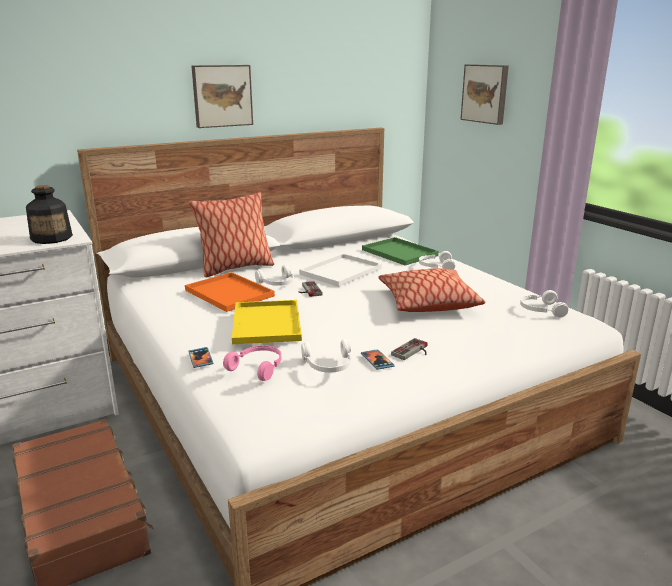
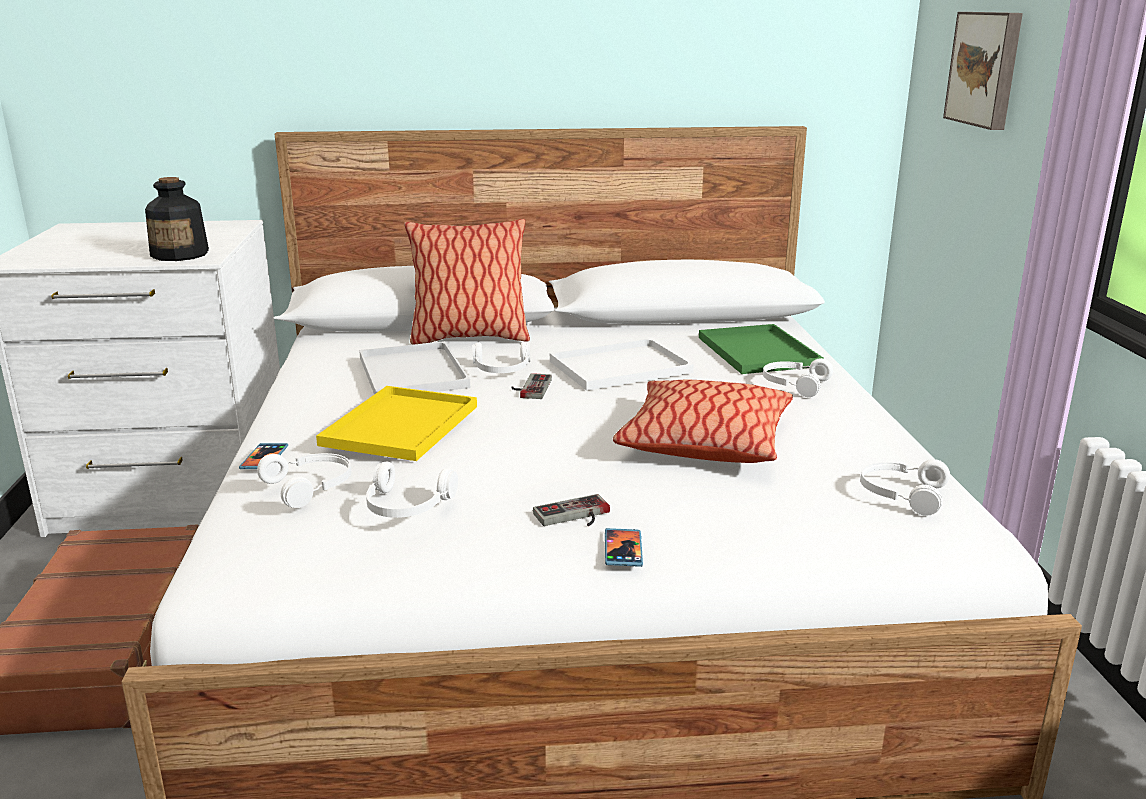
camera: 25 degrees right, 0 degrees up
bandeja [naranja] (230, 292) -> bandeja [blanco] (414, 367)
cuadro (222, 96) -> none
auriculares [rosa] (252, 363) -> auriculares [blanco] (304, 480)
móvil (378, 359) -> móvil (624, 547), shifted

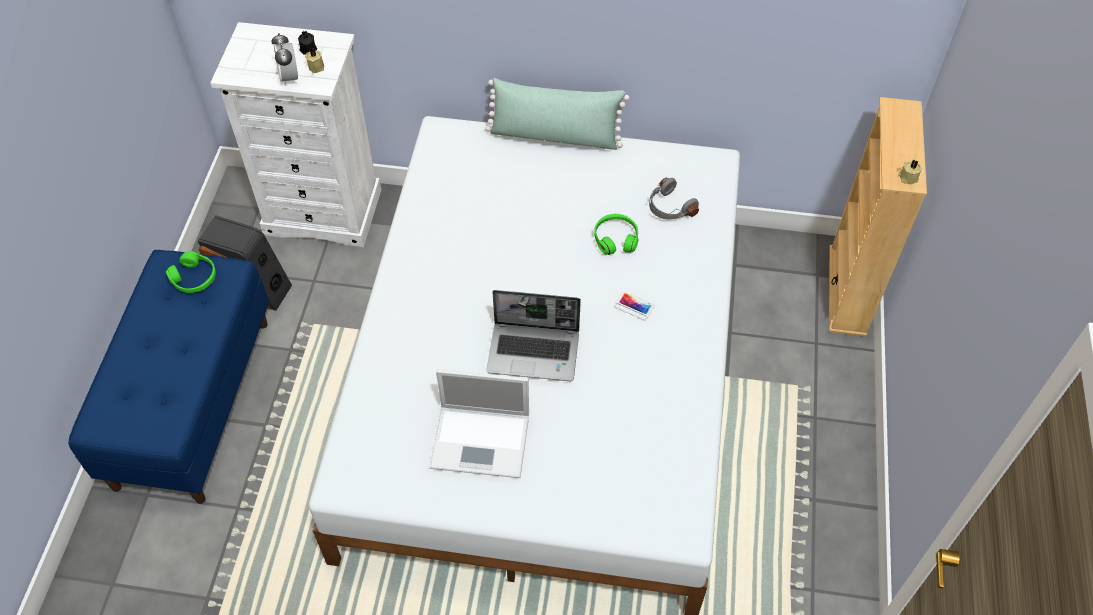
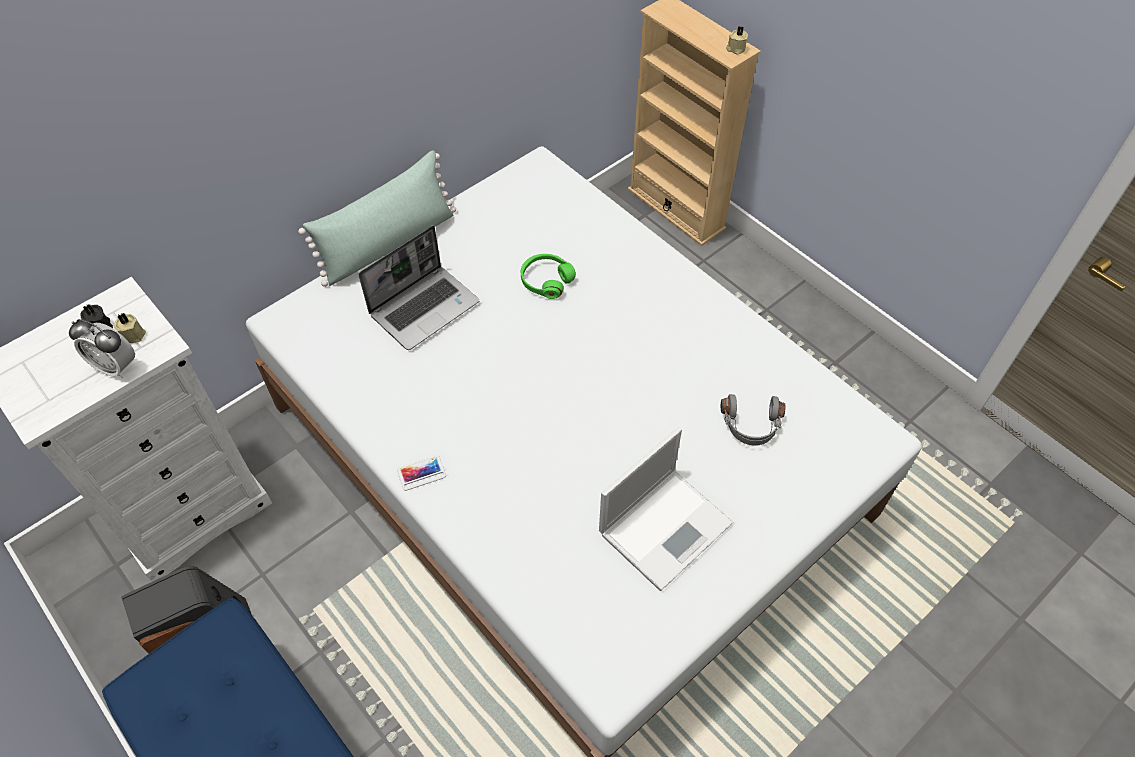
camera: 50 degrees left, 0 degrees up
auriculares [verde] (191, 272) -> none
portátil (533, 335) -> portátil (418, 287), shifted
móvil (634, 305) -> móvil (421, 473), shifted
auriculares [gris] (674, 199) -> auriculares [gris] (753, 420), shifted

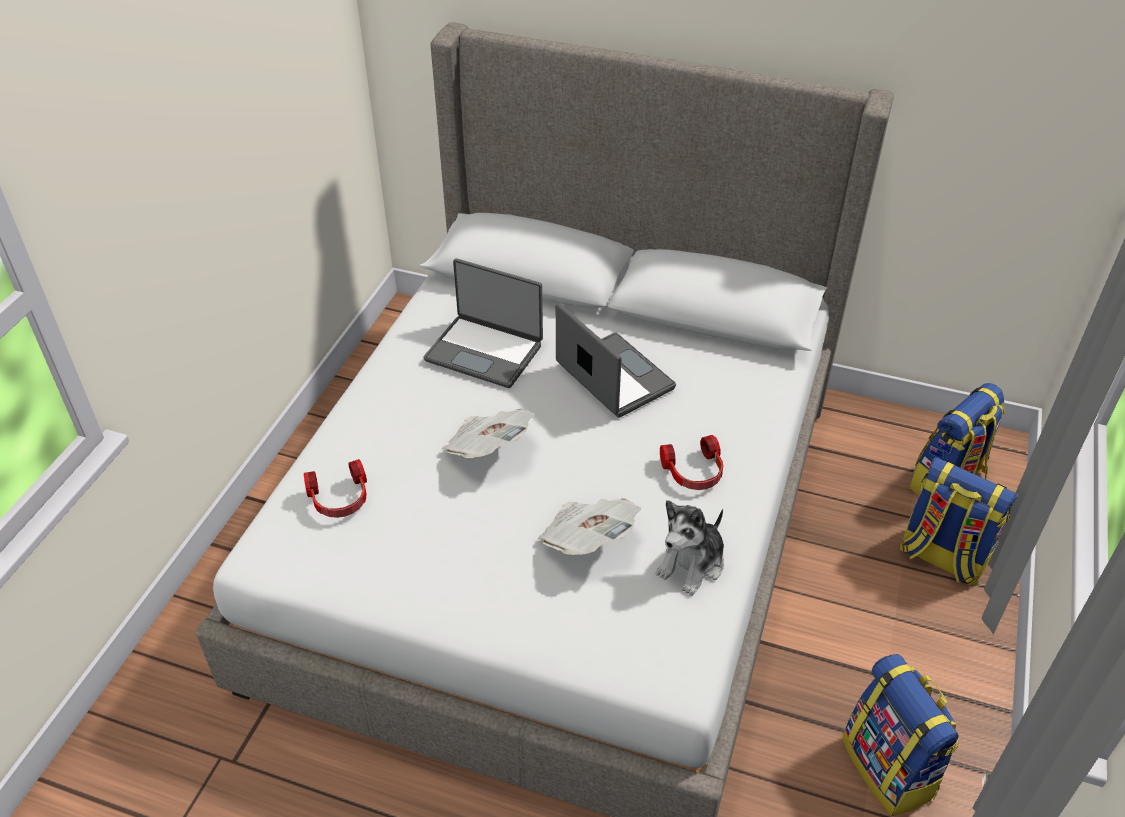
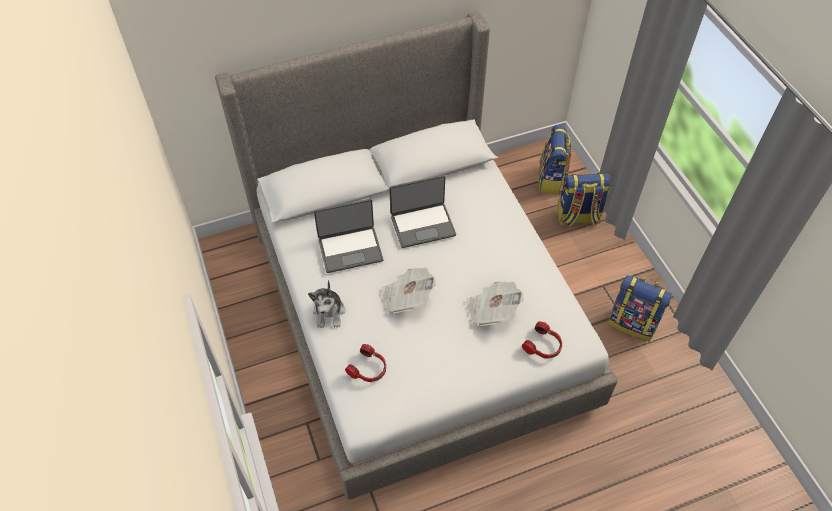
camera: 40 degrees left, 10 degrees up
portátil (616, 360) -> portátil (422, 211), 150 degrees clockwise
peluche (690, 548) -> peluche (326, 304), shifted
auriculares (691, 462) -> auriculares (542, 340), shifted

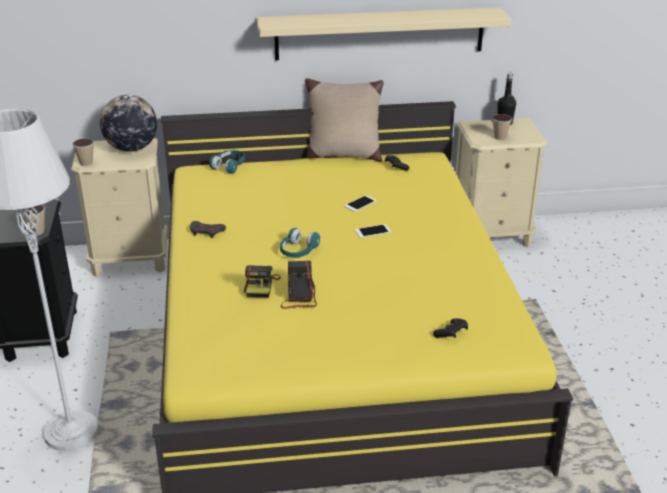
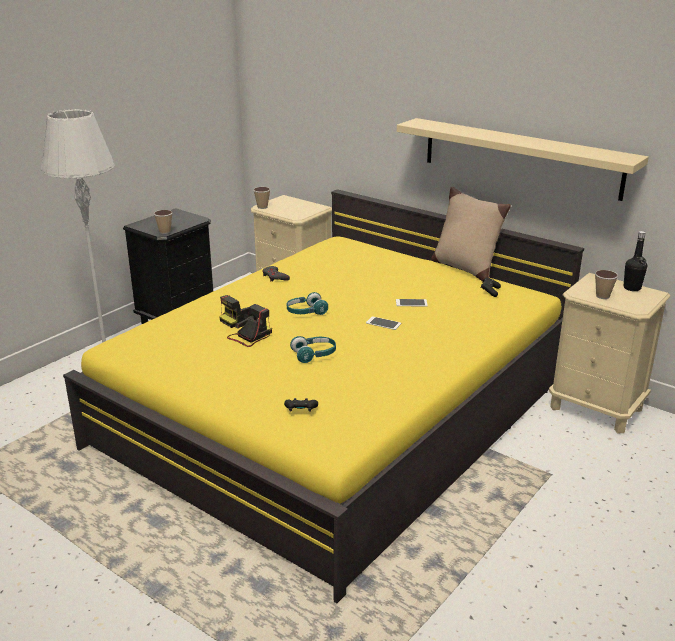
camera: 45 degrees right, 5 degrees down
globo terráqueo (128, 123) -> none
auriculares [turquesa] (227, 162) -> auriculares [turquesa] (313, 349), shifted

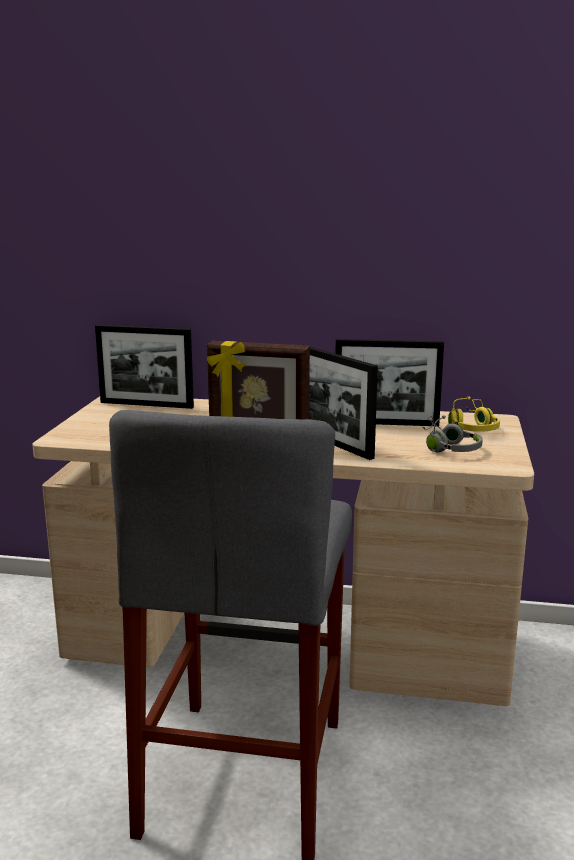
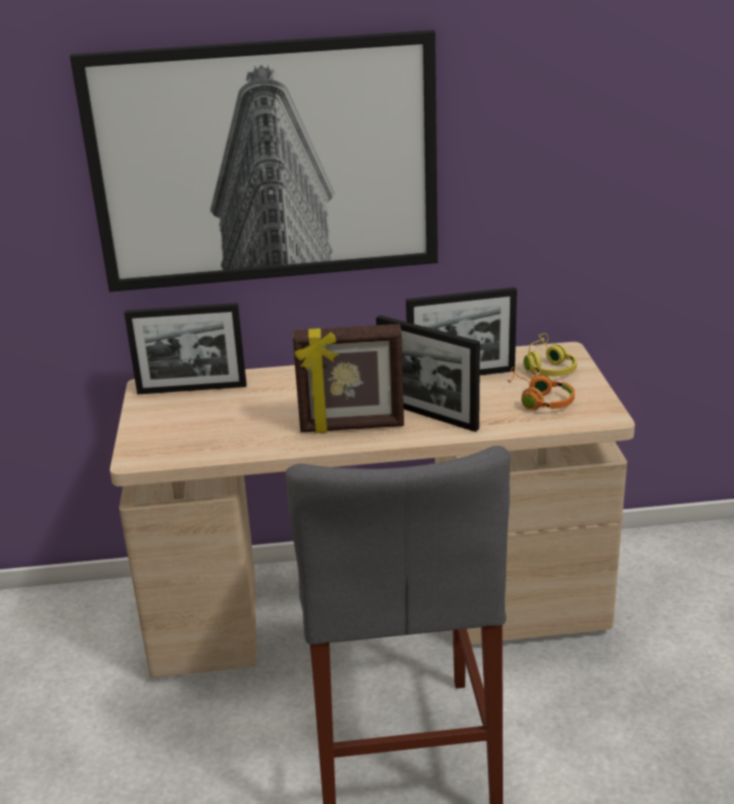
camera: 15 degrees left, 10 degrees up
auriculares [gris] (452, 433) -> auriculares [naranja] (541, 388)
none -> cuadro (254, 161)

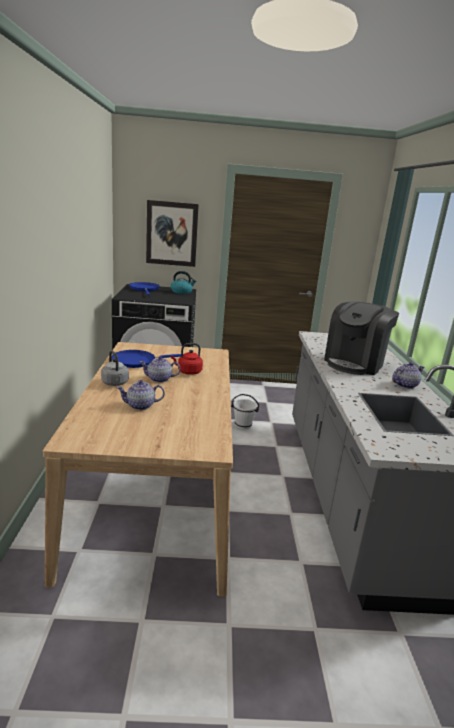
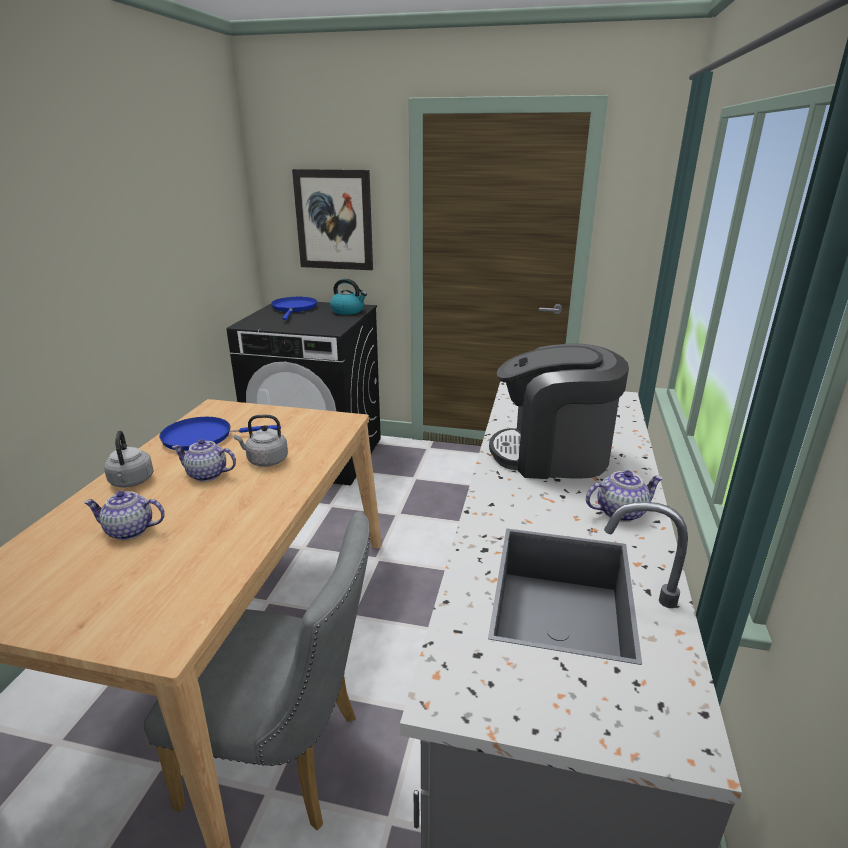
camera: 15 degrees right, 5 degrees up
hervidor [rojo] (187, 359) -> hervidor [gris] (261, 441)
cubo [blanco] (245, 412) -> none
cafetera (361, 338) -> cafetera (559, 411), 45 degrees clockwise
none -> silla [gris] (257, 671)

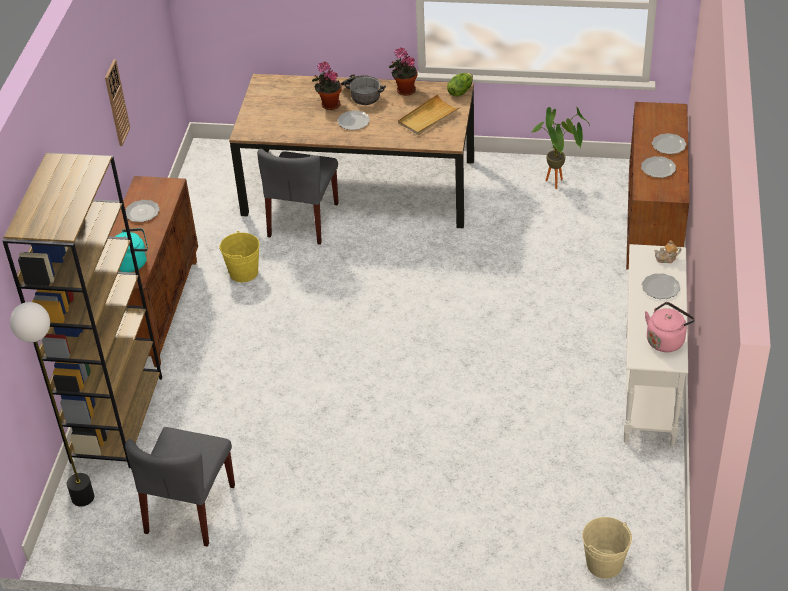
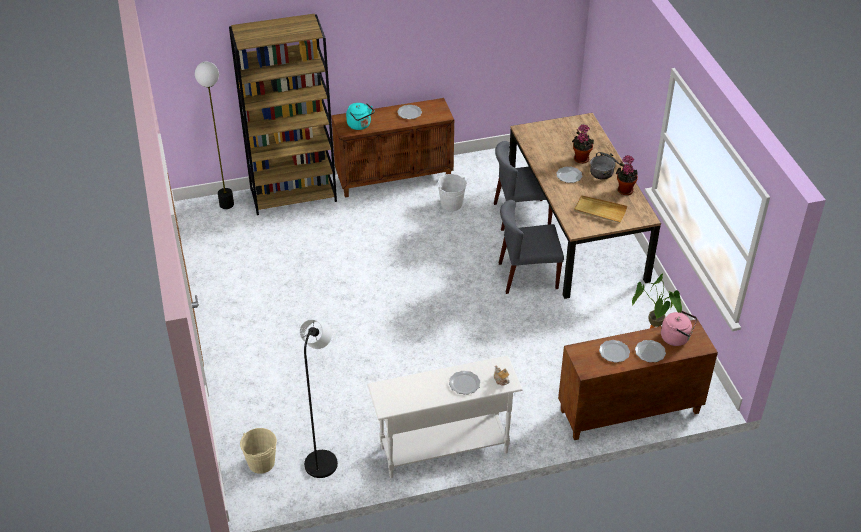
camera: 65 degrees right, 0 degrees up
reloj de pared (117, 102) -> none
silla [gris] (180, 487) -> silla [gris] (531, 247), shifted
cubo [amarillo] (239, 256) -> cubo [blanco] (452, 192)
lechuga (460, 84) -> none
hervidor [rosa] (670, 327) -> hervidor [rosa] (679, 328), shifted
none -> lámpara de pie [negro] (319, 399)

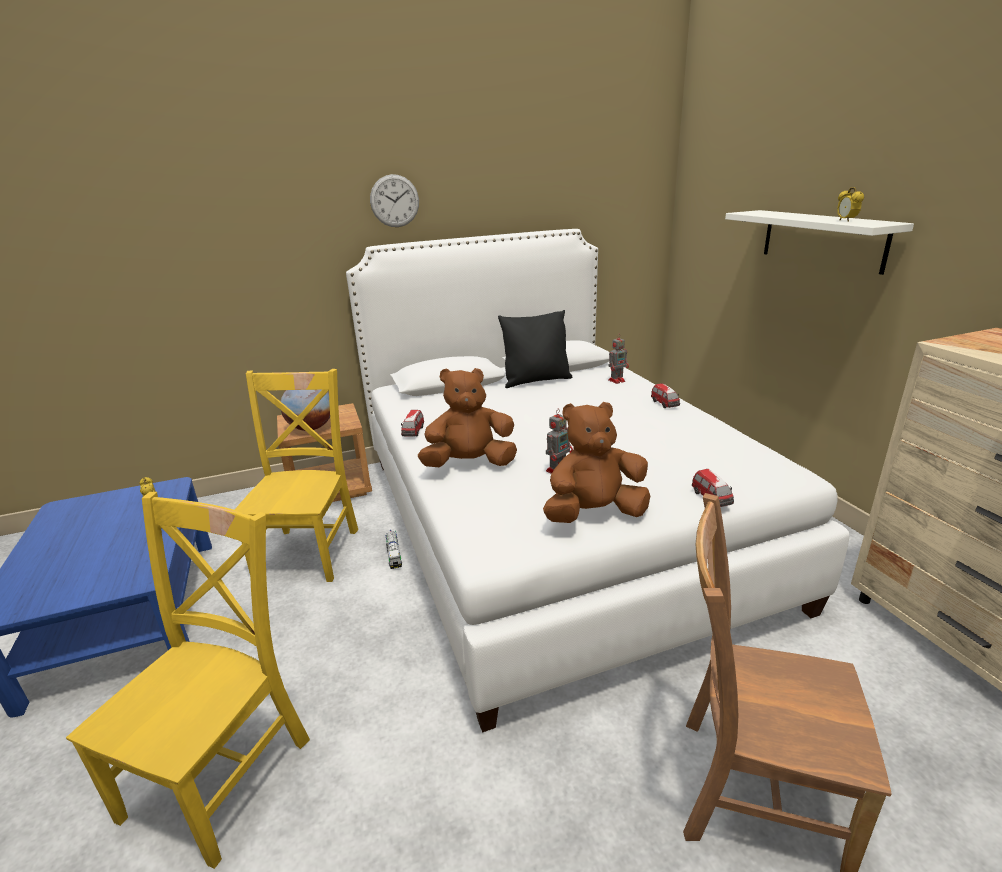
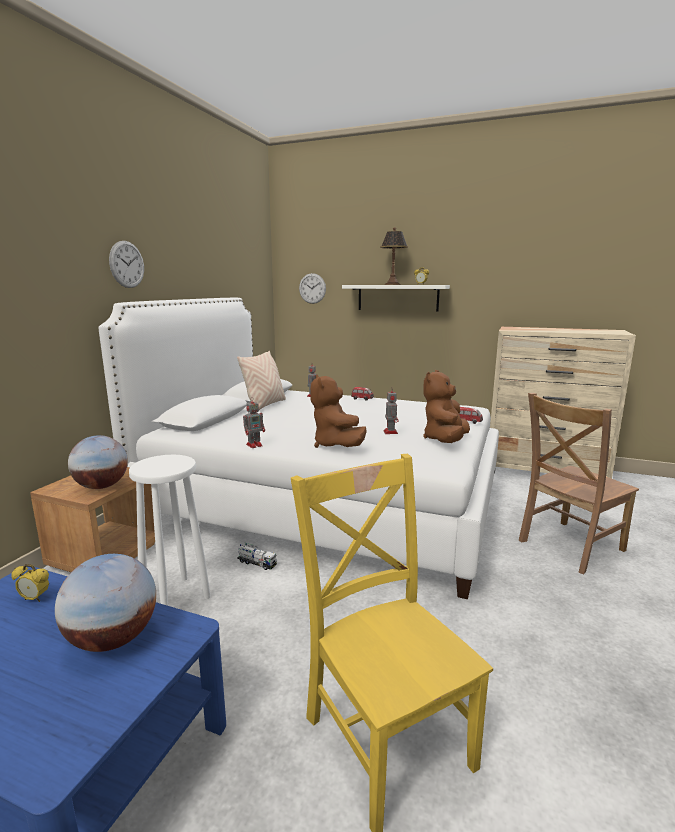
camera: 50 degrees left, 10 degrees down
silla [amarillo] (296, 475) -> taburete [blanco] (170, 530)
coche de juguete (412, 423) -> robot de juguete (254, 422)
peluche [marrón] (467, 417) -> peluche [marrón] (338, 411), 45 degrees counterclockwise
cojín [negro] (535, 349) -> cojín [beis] (261, 380)
none -> globo terráqueo (105, 603)
none -> reloj de pared (312, 288)
none -> lámpara de mesa (394, 256)

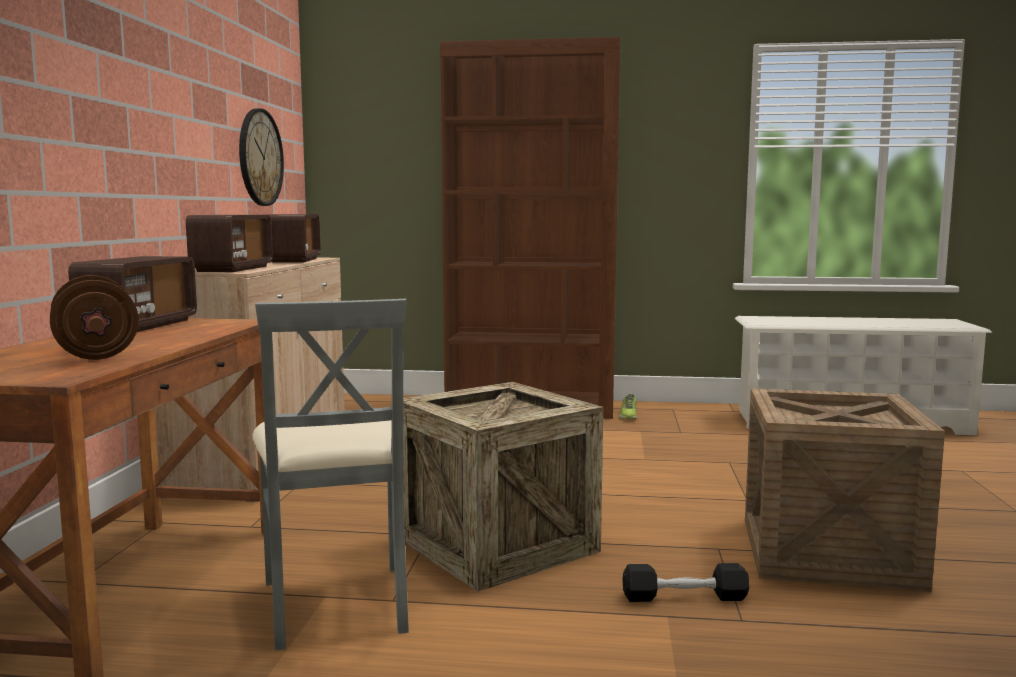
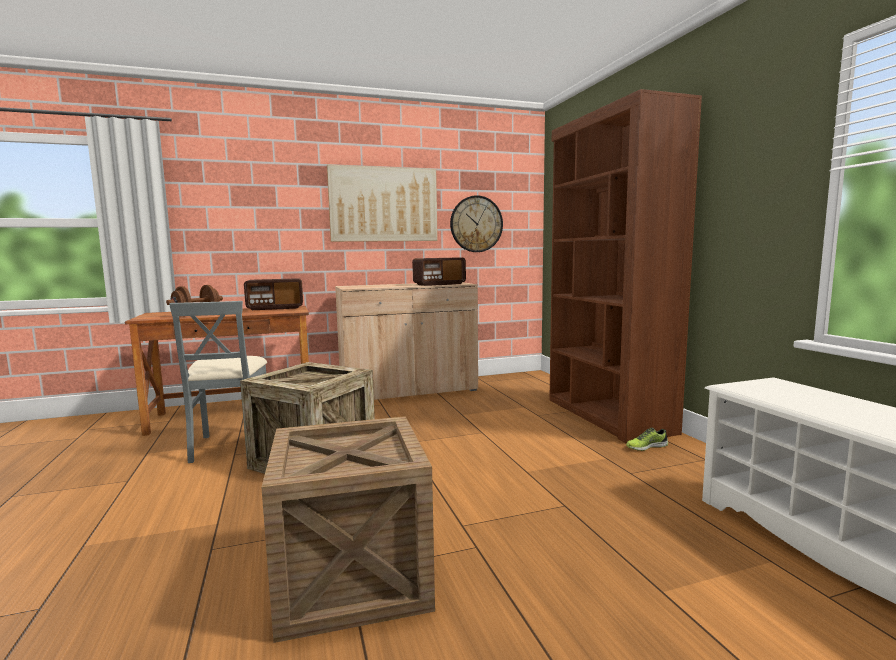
camera: 65 degrees right, 0 degrees up
radio (229, 243) -> none
silla [gris] (330, 474) -> silla [gris] (218, 382), 60 degrees counterclockwise
mancuerna [negro] (686, 582) -> none
none -> cuadro (382, 203)

